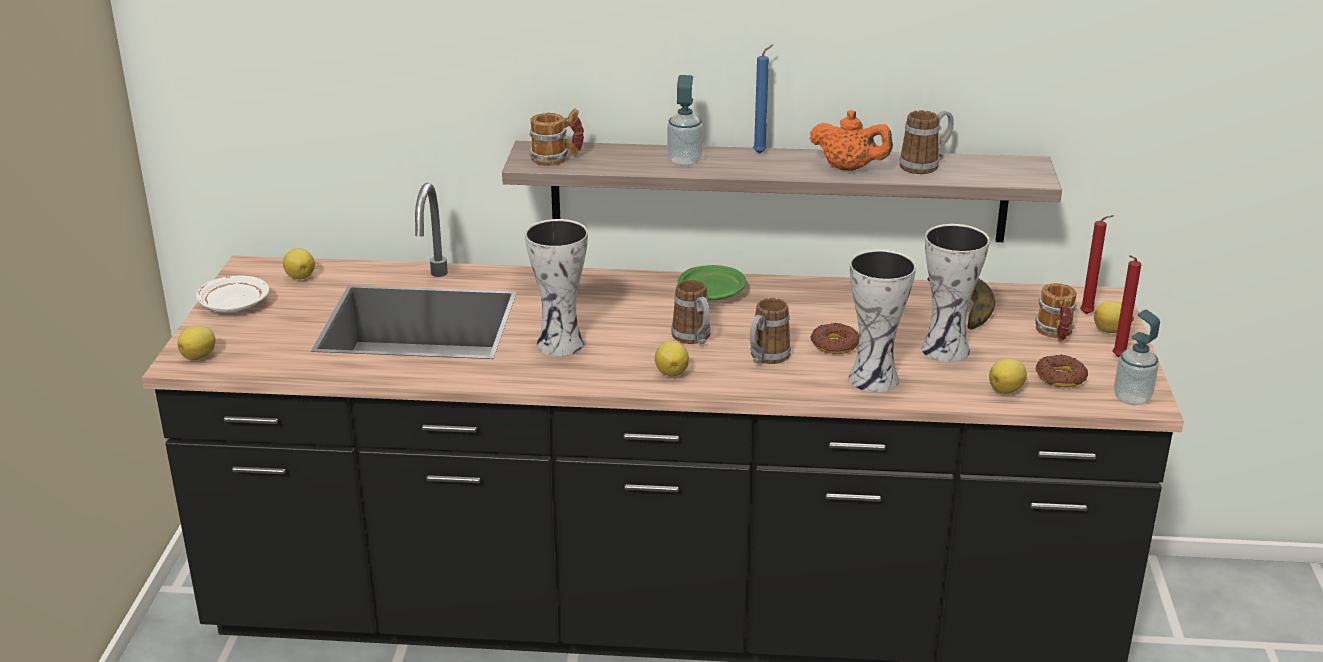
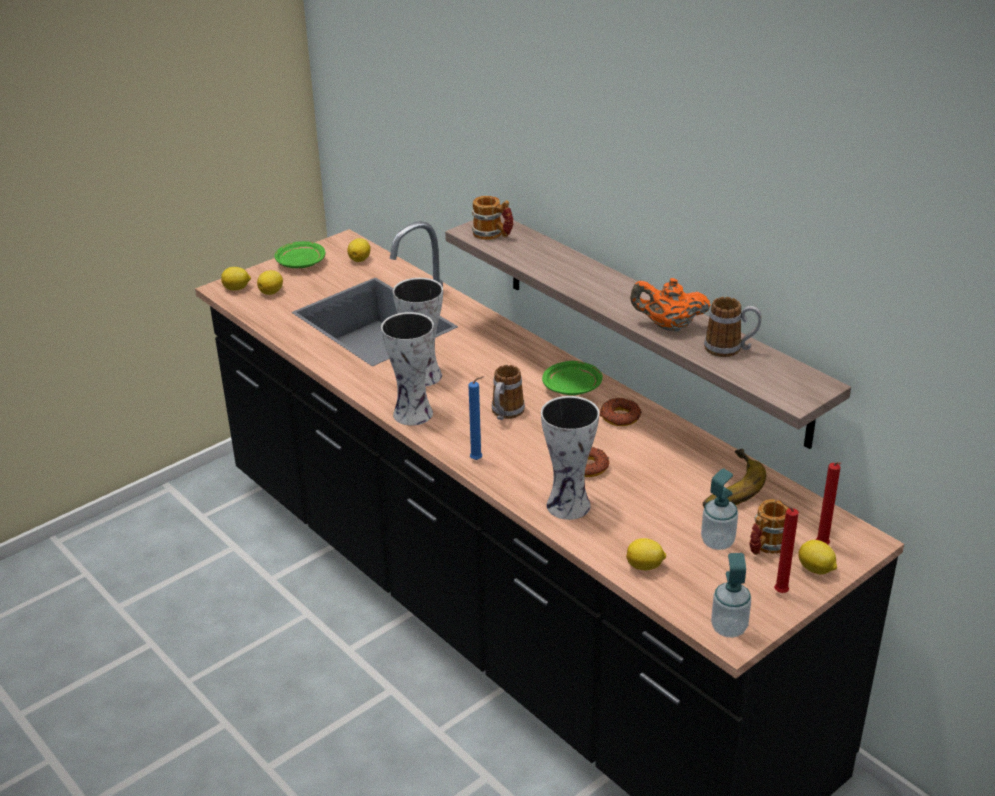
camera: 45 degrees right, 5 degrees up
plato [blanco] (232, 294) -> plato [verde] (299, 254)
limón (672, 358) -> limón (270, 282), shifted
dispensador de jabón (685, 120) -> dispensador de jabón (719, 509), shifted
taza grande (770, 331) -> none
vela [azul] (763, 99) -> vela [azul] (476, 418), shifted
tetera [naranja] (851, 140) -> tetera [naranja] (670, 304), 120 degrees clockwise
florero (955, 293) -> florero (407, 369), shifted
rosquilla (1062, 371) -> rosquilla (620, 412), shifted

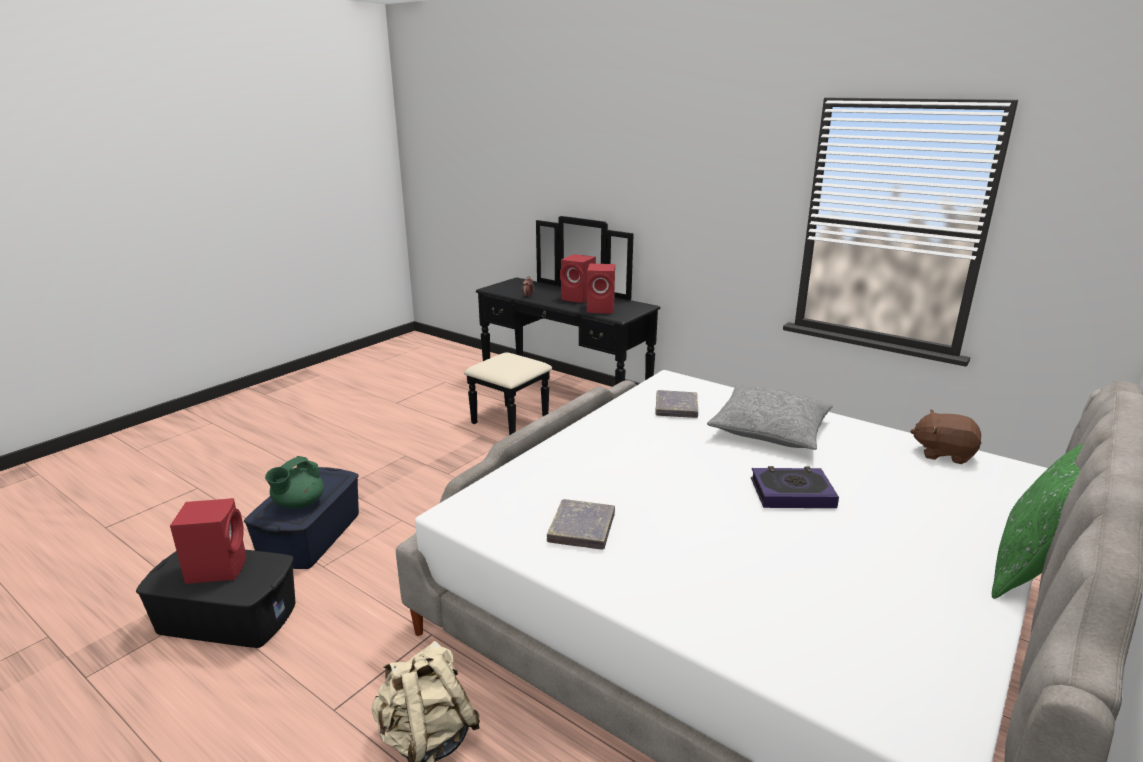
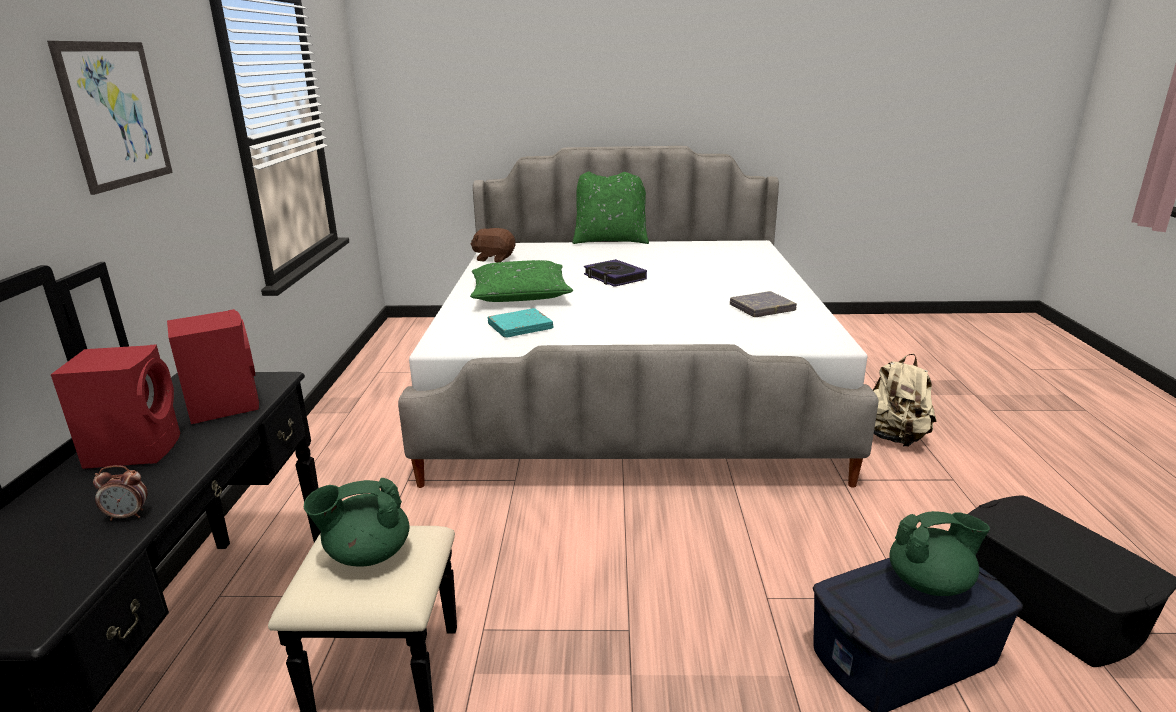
camera: 125 degrees left, 0 degrees up
altavoz [rojo] (208, 541) -> none
libro [gris] (676, 404) -> libro [turquesa] (520, 323)
cojín [gris] (770, 417) -> cojín [verde] (521, 281)
peluche [marrón] (945, 437) -> peluche [marrón] (493, 245), 120 degrees clockwise
none -> cuadro (110, 118)
none -> tetera [verde] (356, 522)

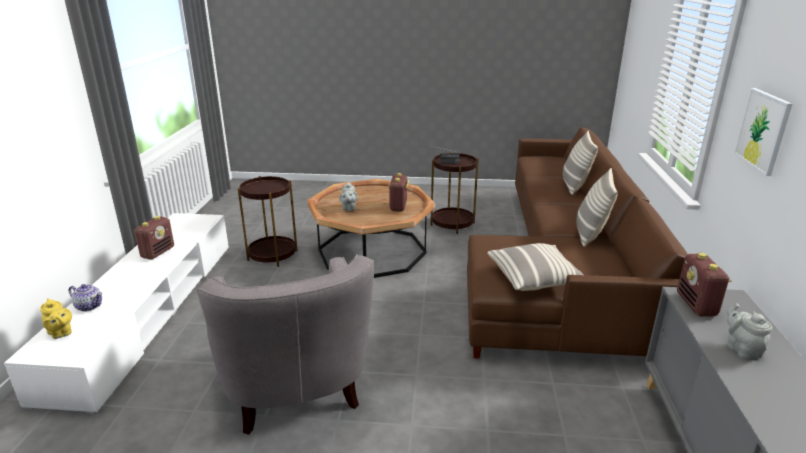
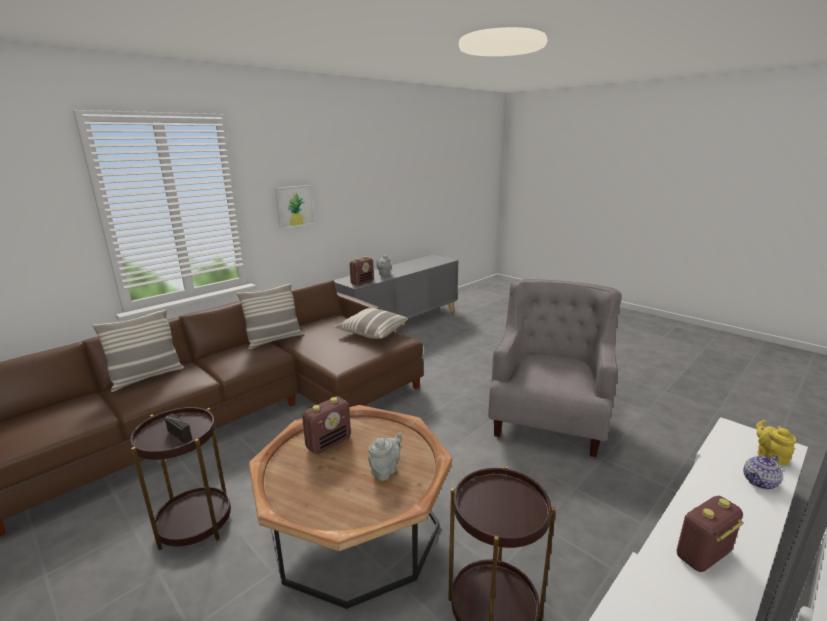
camera: 140 degrees left, 5 degrees down
tetera (85, 298) -> tetera (763, 472), 90 degrees counterclockwise

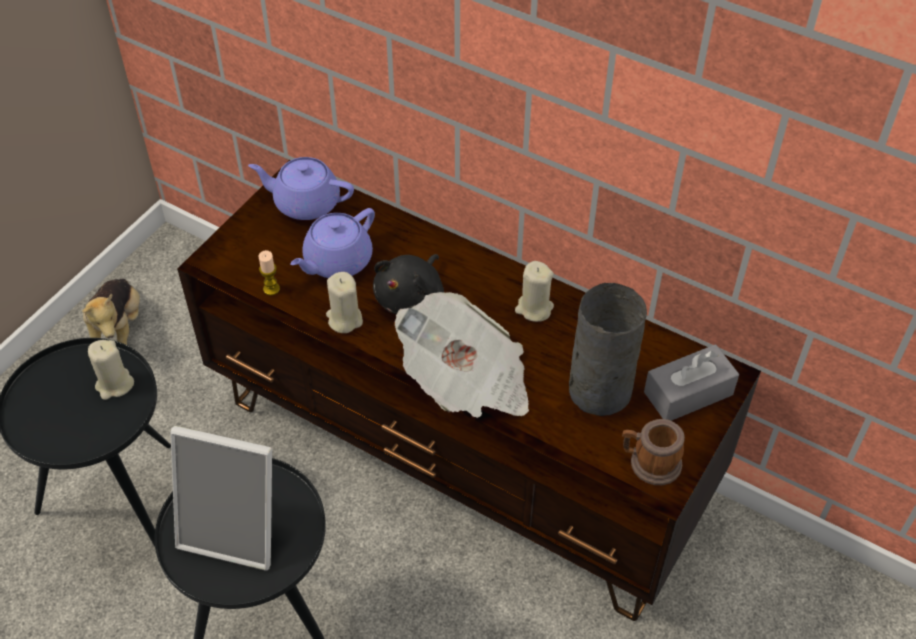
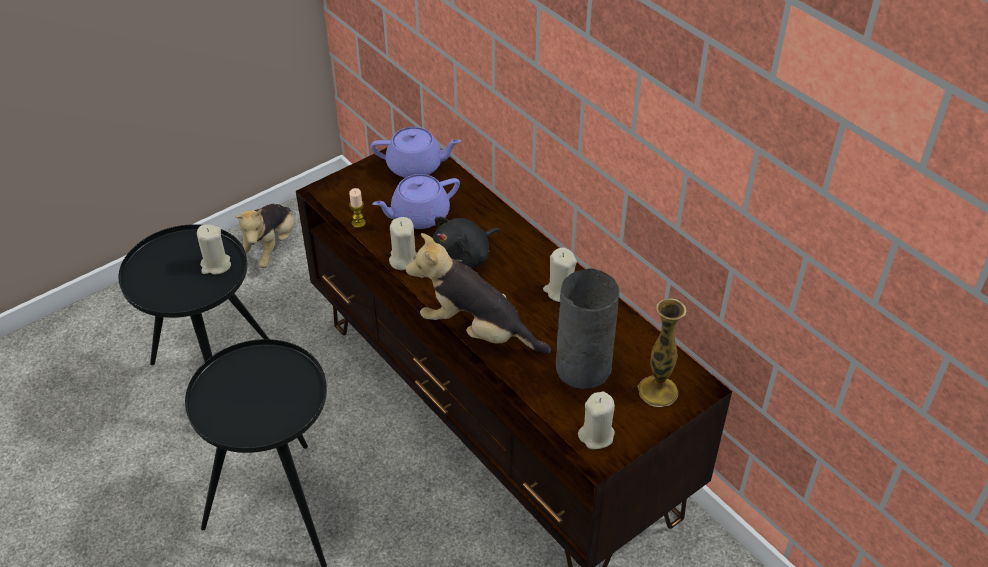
camera: 20 degrees right, 5 degrees down
portarretratos (221, 498) -> none
tetera [morado] (301, 188) -> tetera [morado] (416, 152), 150 degrees clockwise
periódico (462, 355) -> peluche (478, 293)
taza grande (653, 452) -> vela [beis] (596, 420)
caja de pañuelos [gris] (691, 382) -> florero (662, 353)

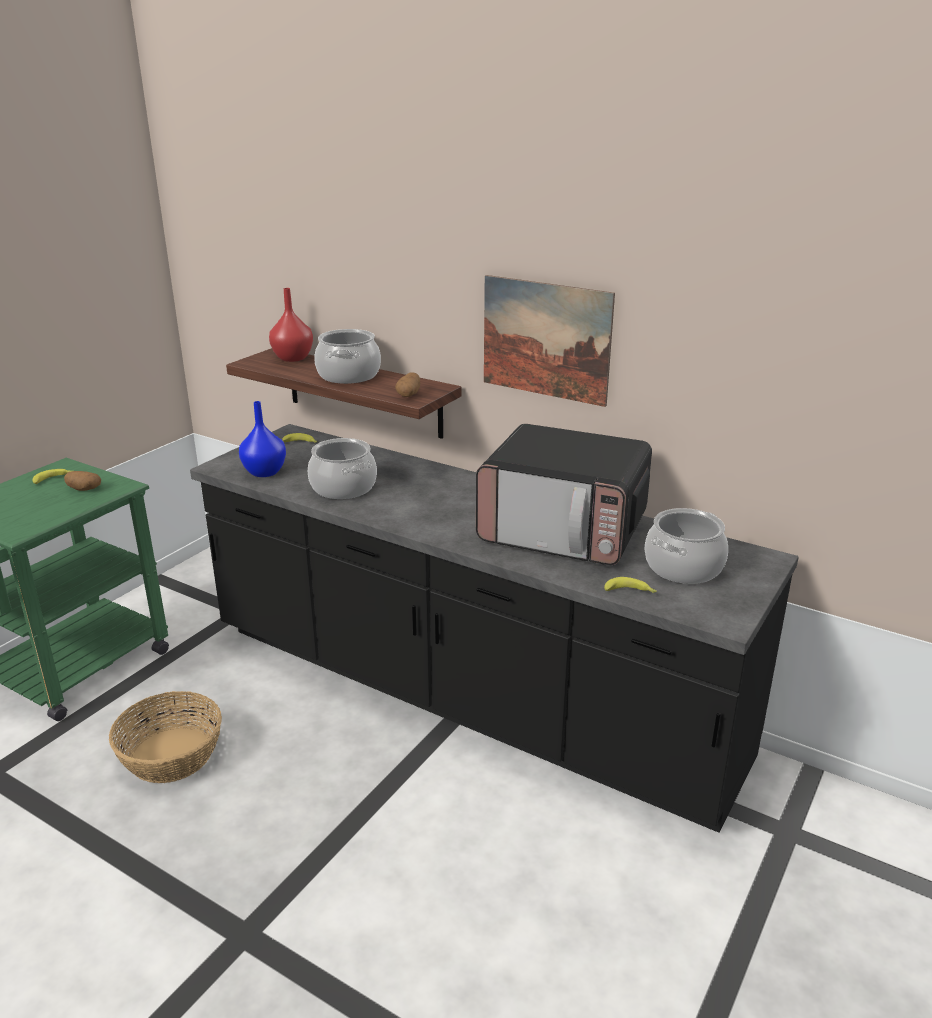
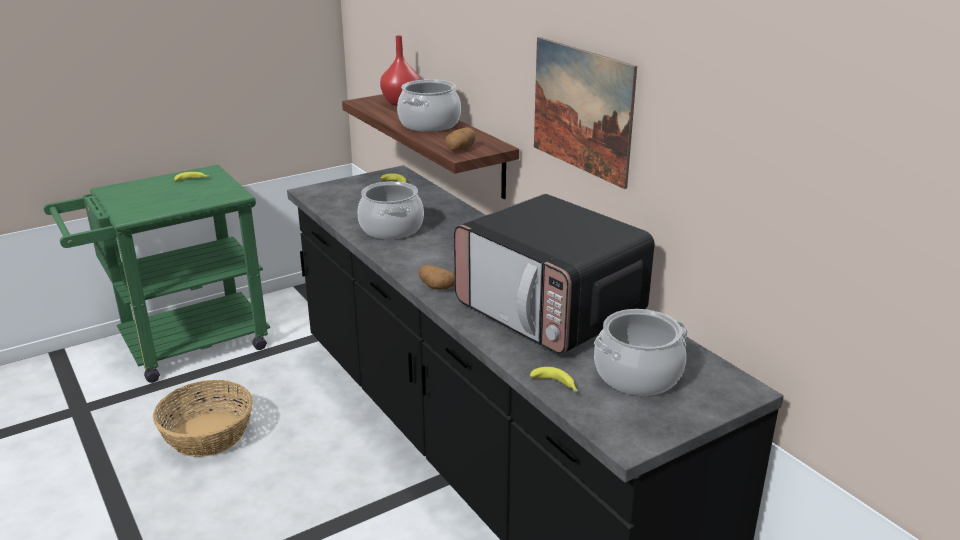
camera: 25 degrees right, 0 degrees up
patata (82, 481) -> patata (437, 277), shifted
florero [azul] (262, 439) -> none

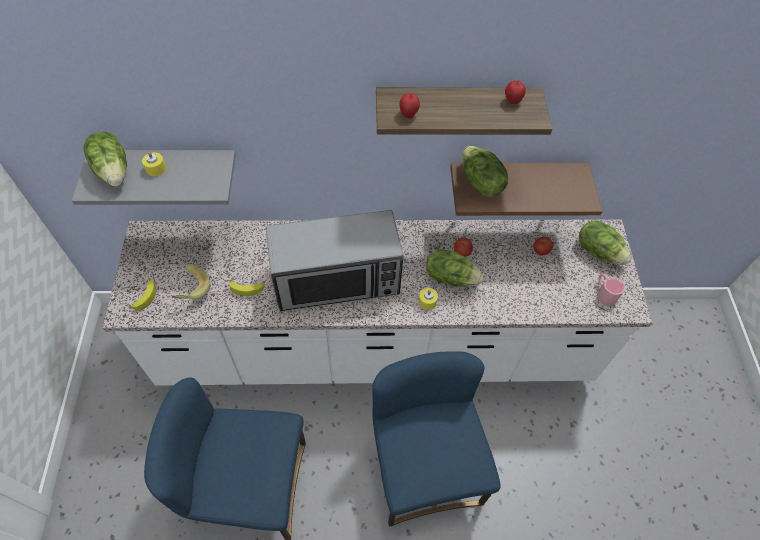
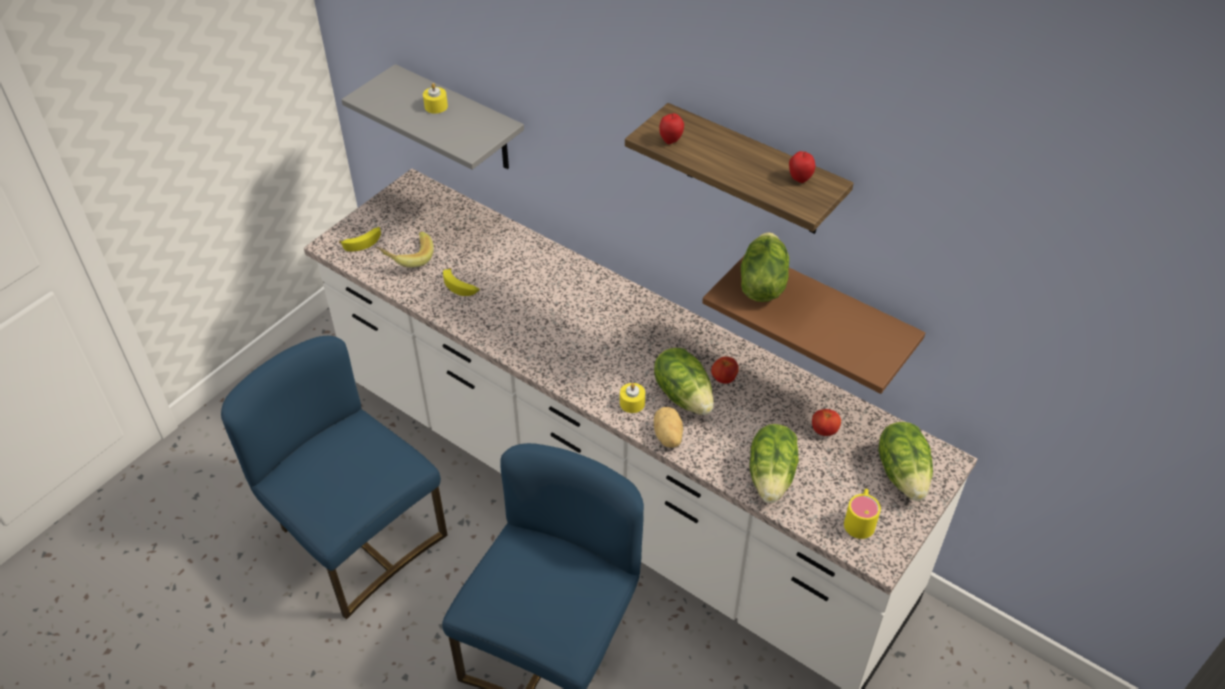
camera: 40 degrees right, 10 degrees down
lechuga (105, 158) -> lechuga (774, 463), shifted
microondas (334, 260) -> none
taza grande [rosa] (611, 290) -> taza grande [amarillo] (862, 514)
none -> patata (668, 427)

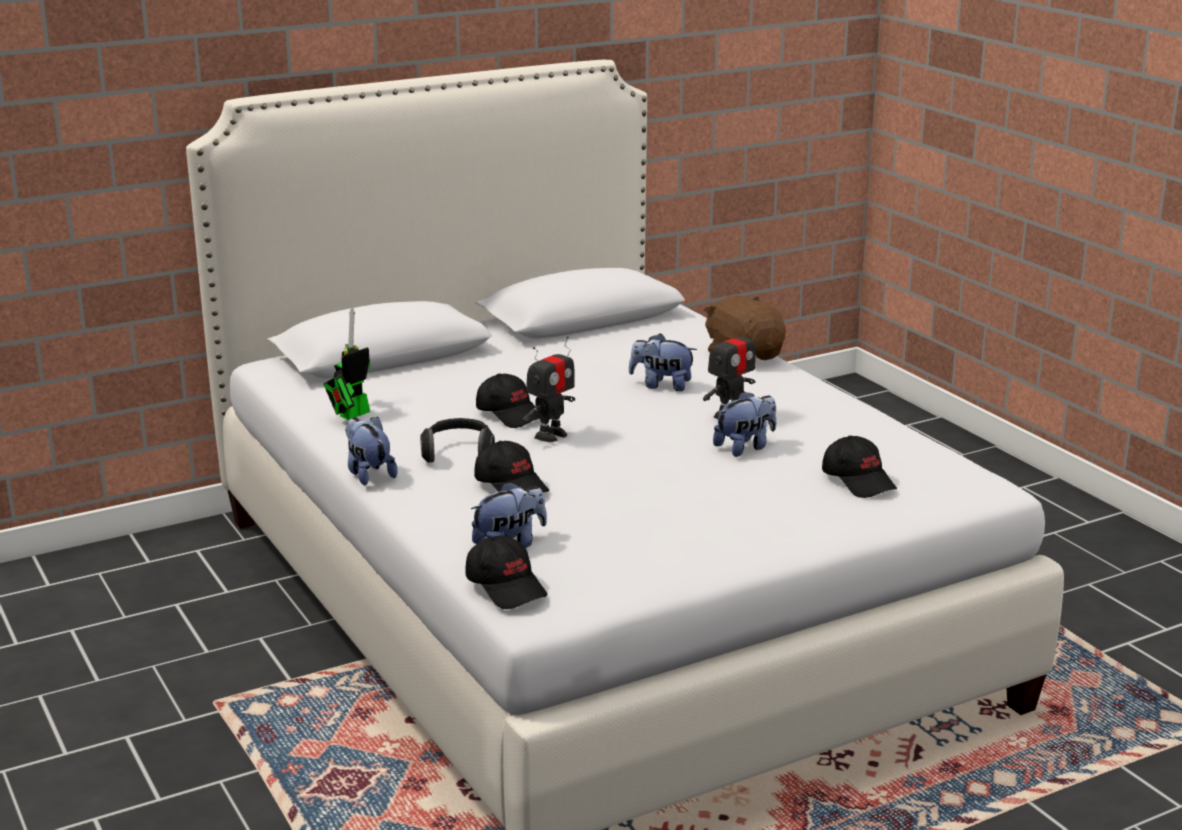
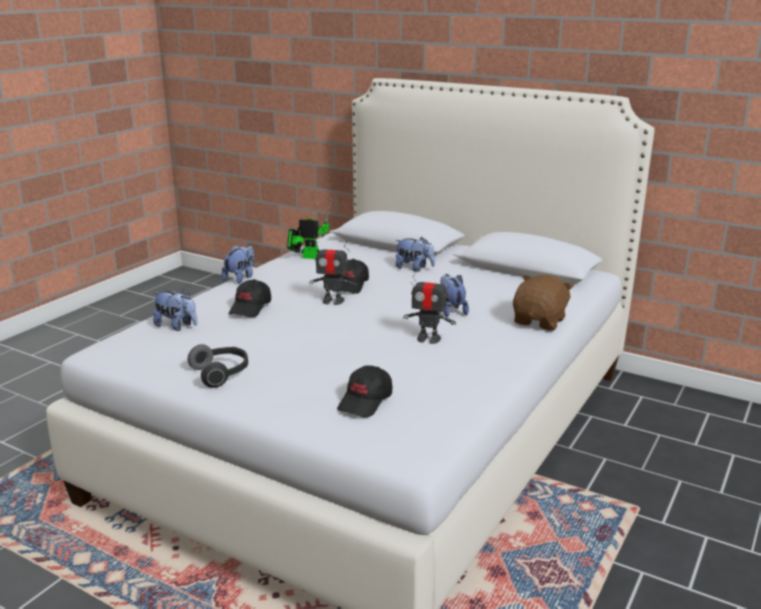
camera: 60 degrees right, 0 degrees up
auriculares (457, 440) -> auriculares (218, 366), shifted
gorra [negro] (506, 572) -> none
peluche (744, 424) -> peluche (415, 254), shifted

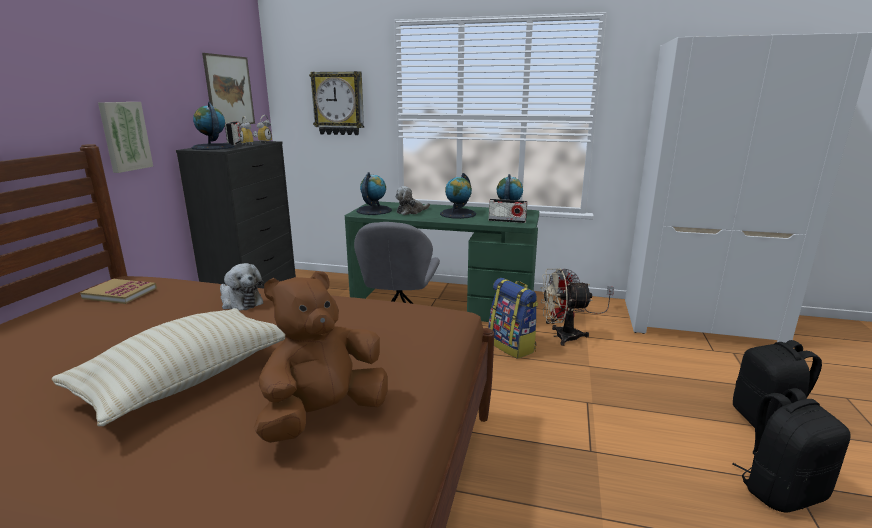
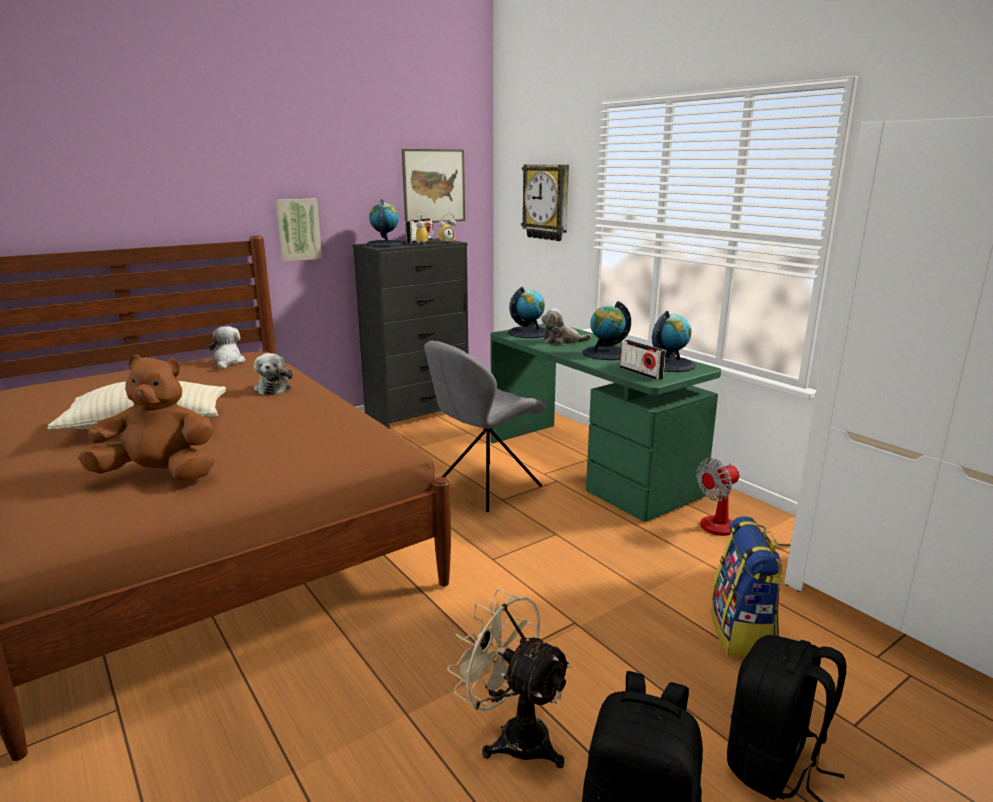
camera: 40 degrees right, 0 degrees up
libro (118, 291) -> peluche (226, 347)
mochila (513, 318) -> mochila (747, 587), shifted
ventilador [beis] (566, 307) -> ventilador [beis] (510, 678), shifted

